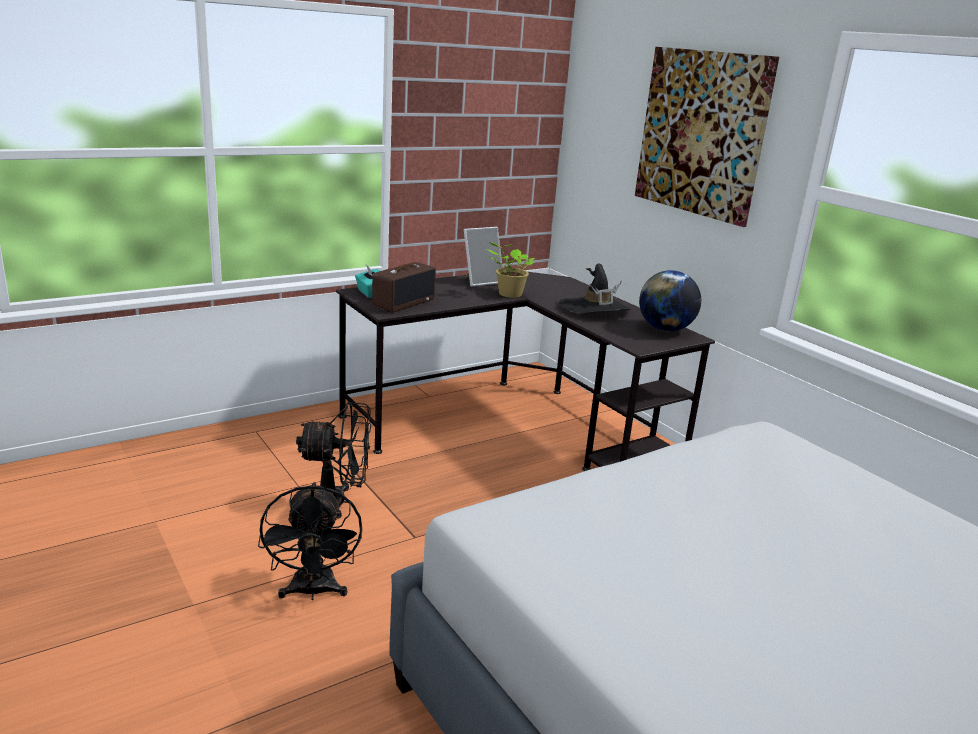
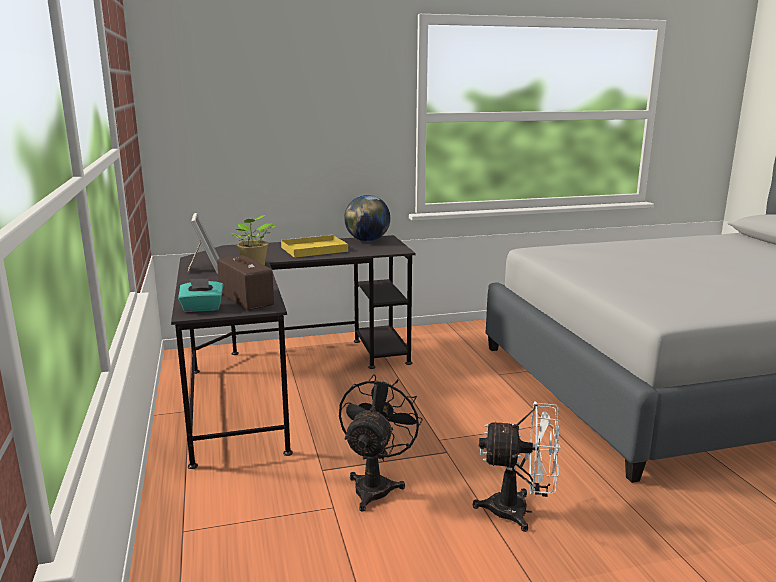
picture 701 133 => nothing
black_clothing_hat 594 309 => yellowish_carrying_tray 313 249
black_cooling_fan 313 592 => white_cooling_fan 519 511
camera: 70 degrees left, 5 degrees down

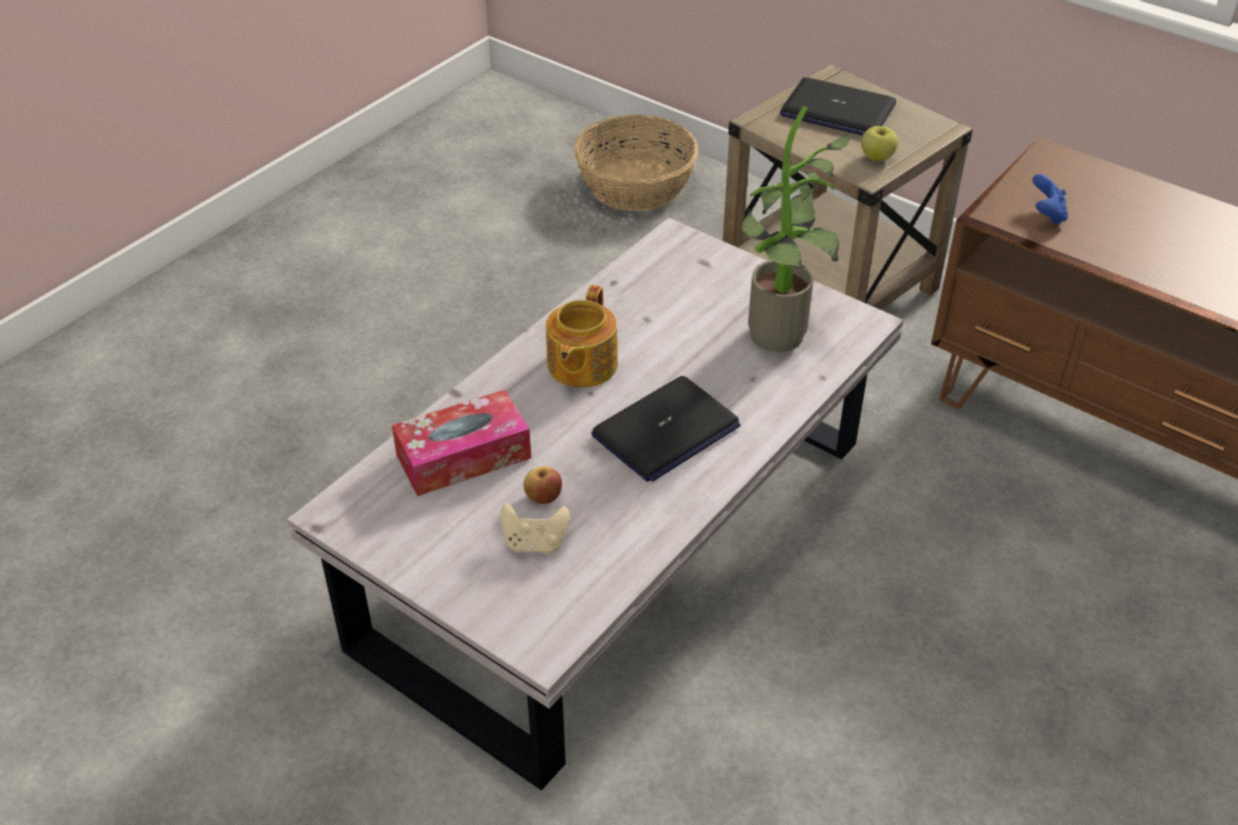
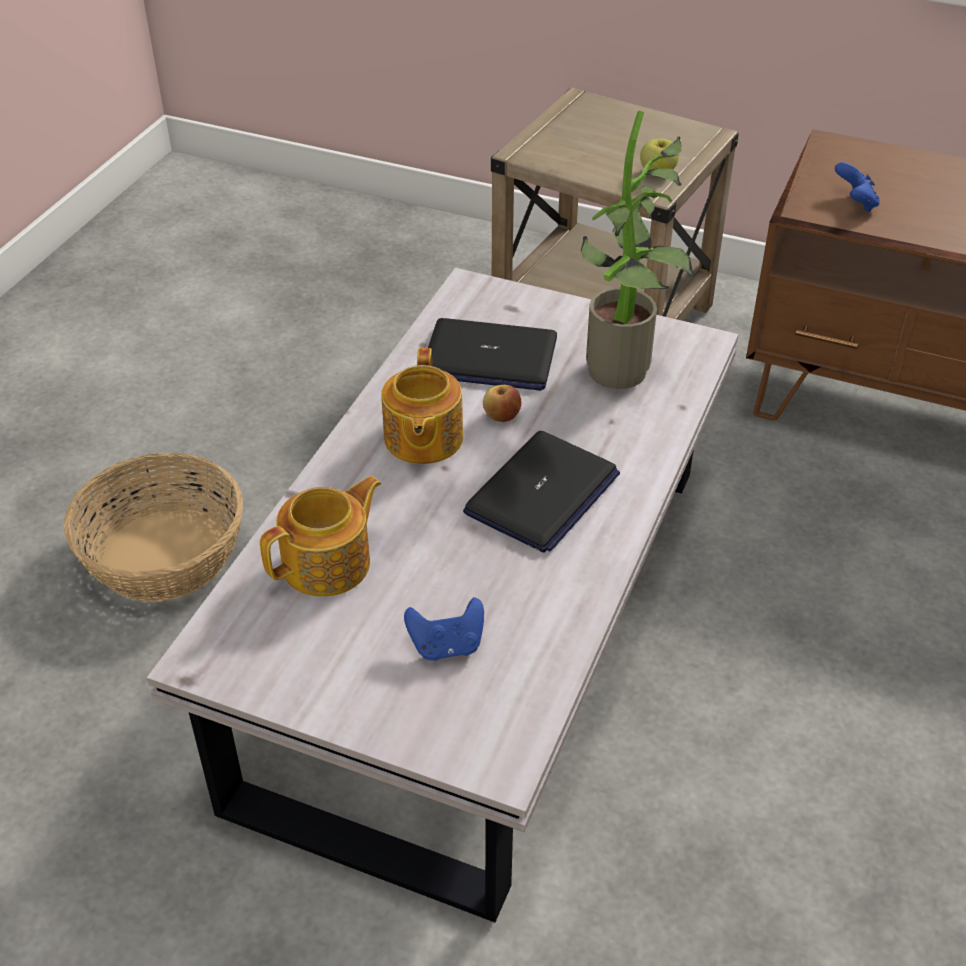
notebook_computer 837 111 => notebook_computer 489 358, move
basket 636 184 => basket 164 554, move
box_of_tissues 463 456 => tea_pot 329 564
whole_apple 543 497 => whole_apple 501 416, move
beige_game_controller 535 543 => blue_game_controller 447 646
camera: 15 degrees left, 0 degrees up

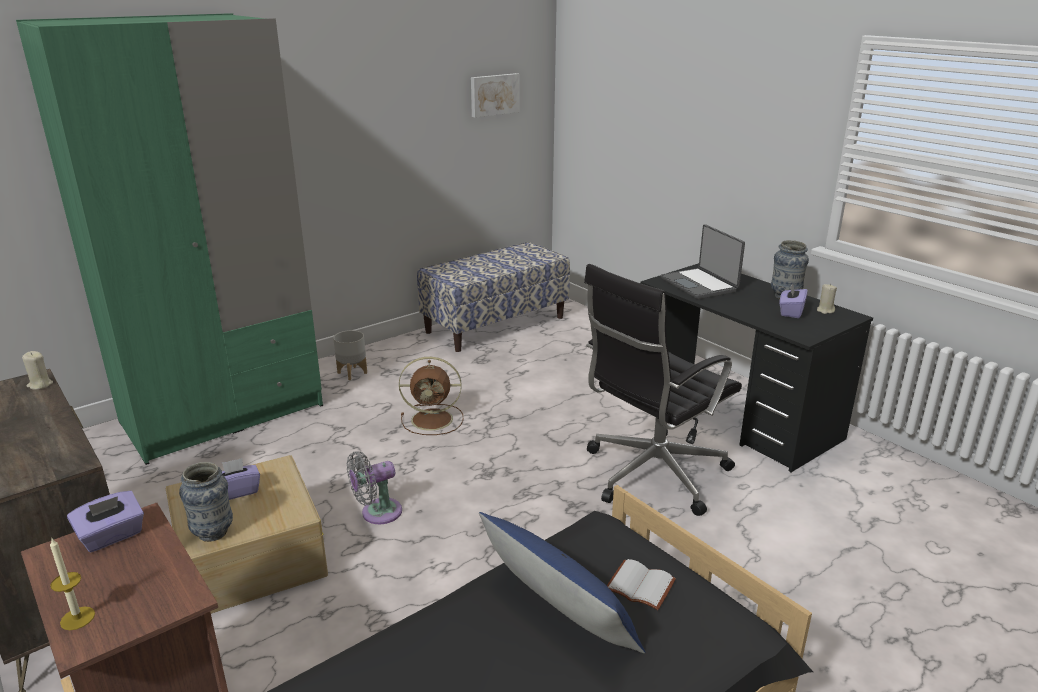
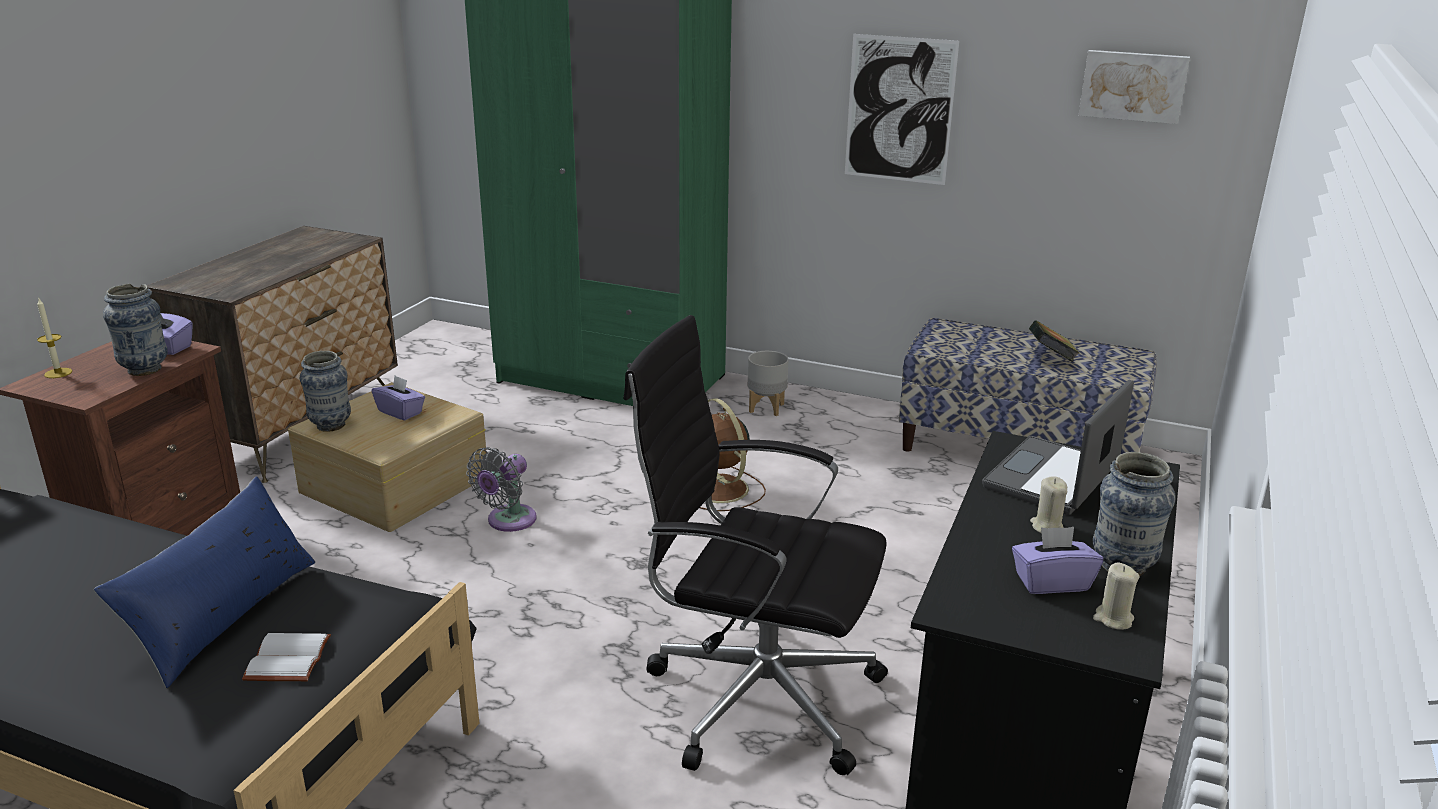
beige_wax_light 40 385 => beige_wax_light 1047 526, move
greyish_cooling_fan 377 513 => greyish_cooling_fan 508 521, 90 degrees counterclockwise
nothing => picture 899 110
nothing => flower_vase 144 369
nothing => volume 1050 358
camera: 60 degrees right, 0 degrees up

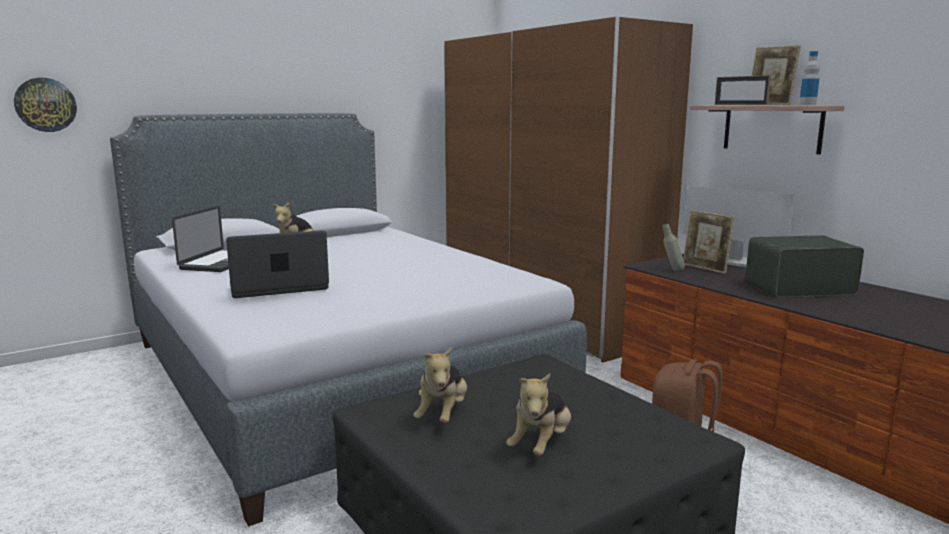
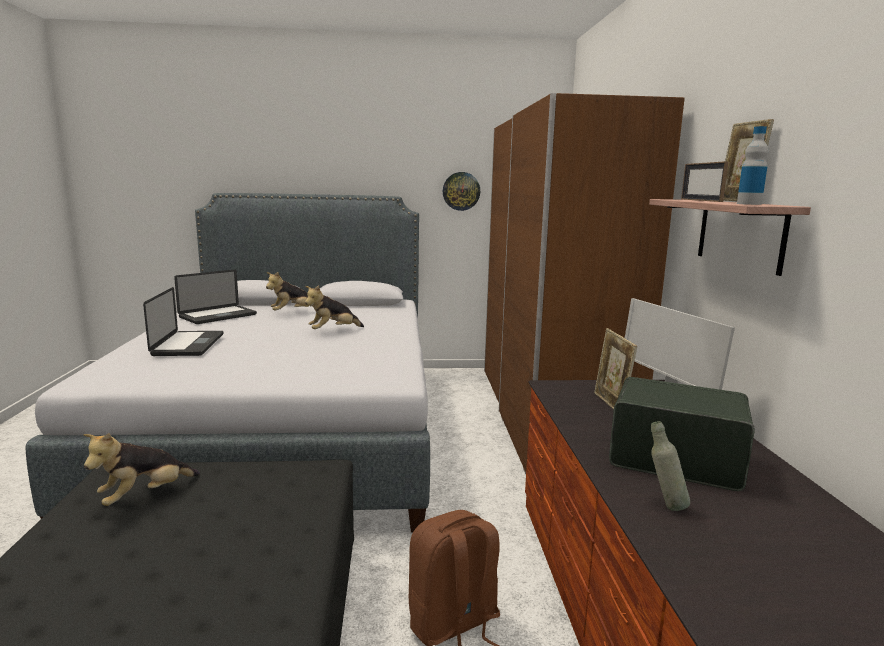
hanging_clock 45 105 => hanging_clock 461 191, move
greyish_drink_bottle 672 271 => greyish_drink_bottle 665 506, move
notebook_computer 279 287 => notebook_computer 188 345, 75 degrees clockwise
soft_toy 541 445 => soft_toy 333 331, move
camera: 30 degrees right, 0 degrees up

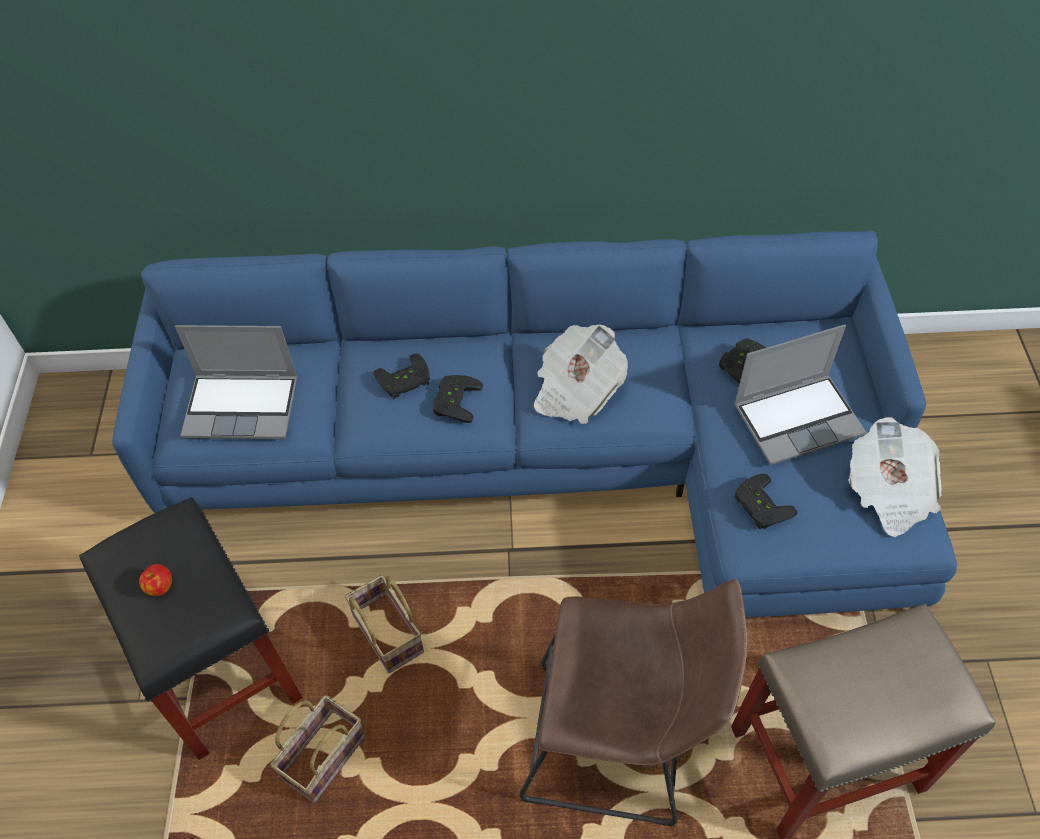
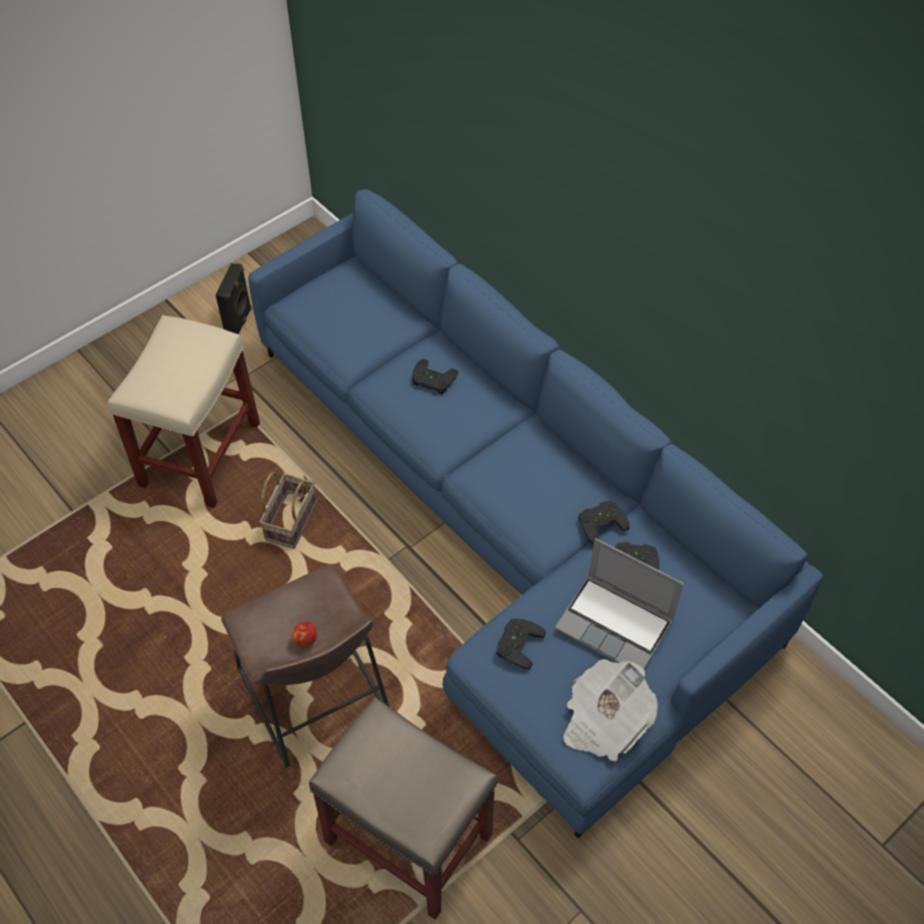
notebook_computer 243 406 => nothing
printed_paper 576 390 => nothing
black_game_controller 453 400 => black_game_controller 600 521, move
black_stool 219 667 => beige_stool 200 453
whole_apple 160 587 => whole_apple 305 639, move
basket 324 754 => nothing
nothing => black_speaker 240 323
camera: 50 degrees right, 0 degrees up

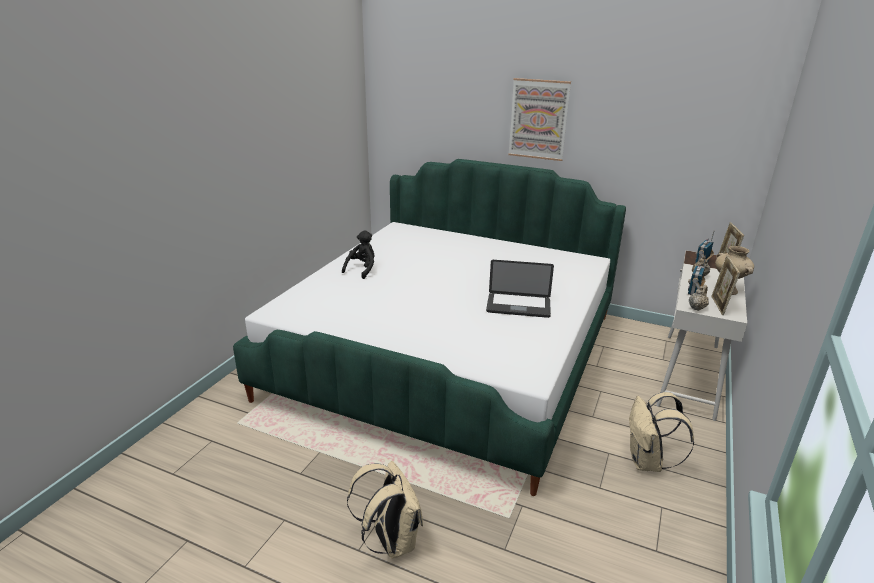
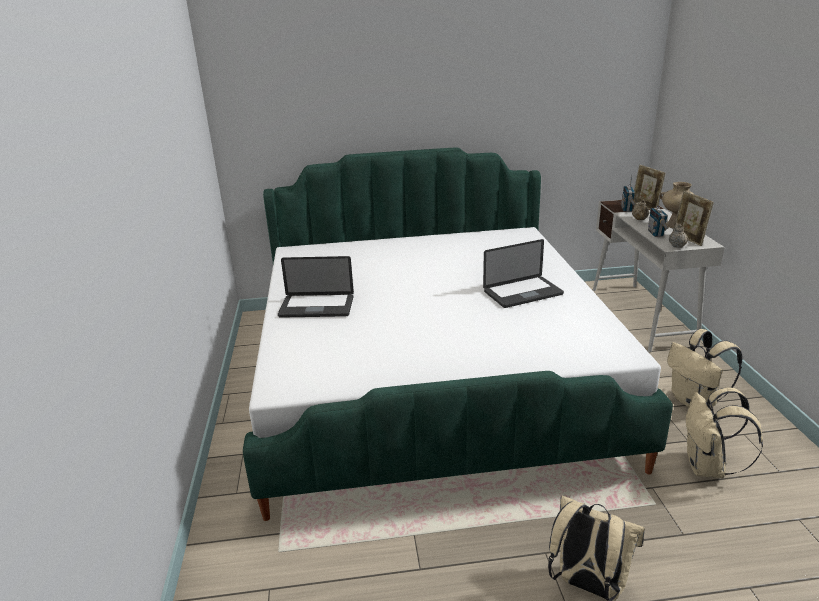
picture 538 119 => nothing
black_soft_toy 362 269 => notebook_computer 316 307
nothing => beige_knapsack 707 468
camera: 30 degrees left, 0 degrees up

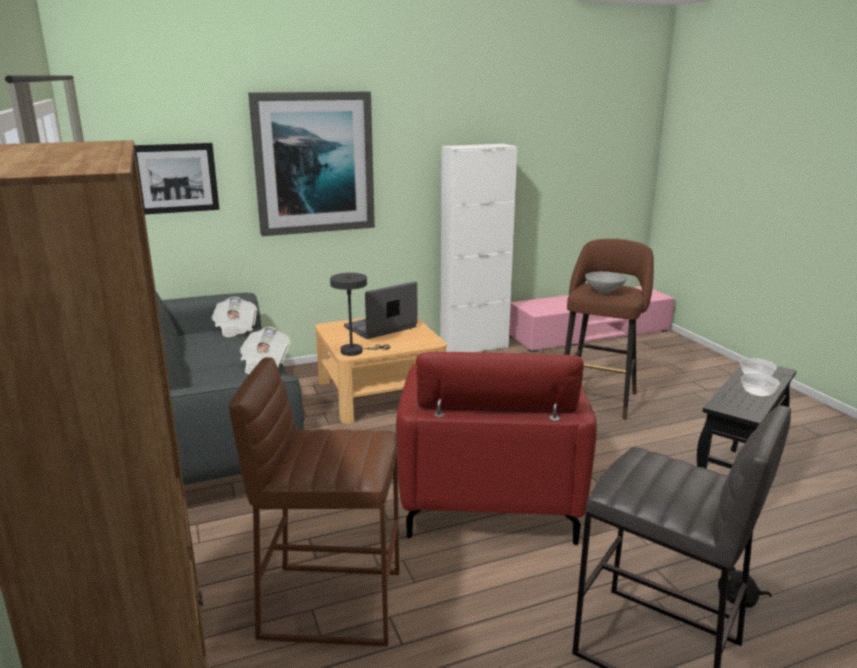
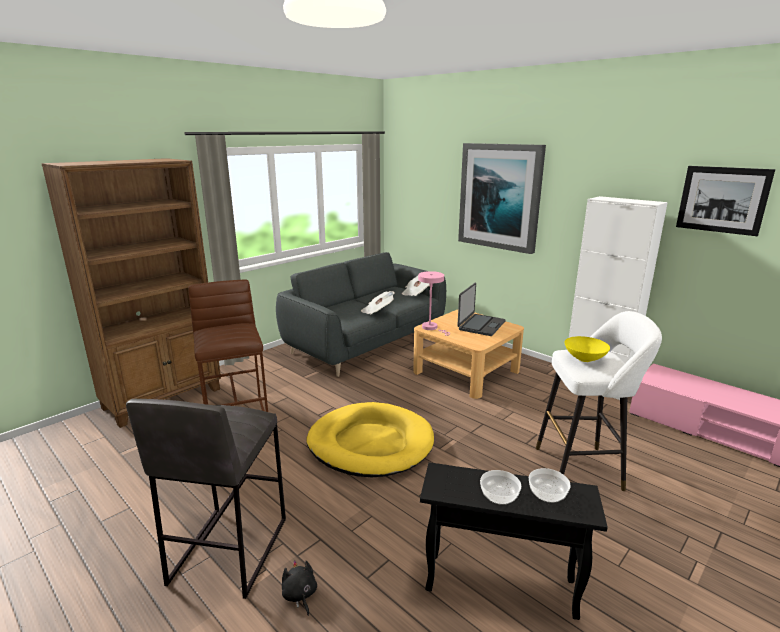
picture 175 178 => picture 722 200, move
brownish_stool 598 398 => white_stool 583 468
greyish_serving_bowl 604 291 => yellowish_serving_bowl 584 359
greyish_tabletop_lamp 355 351 => pink_tabletop_lamp 432 328
notebook_computer 381 328 => notebook_computer 481 325, 90 degrees clockwise
reddish_armchair 489 494 => yellowish_dog_bed 370 443
camera: 65 degrees right, 0 degrees up

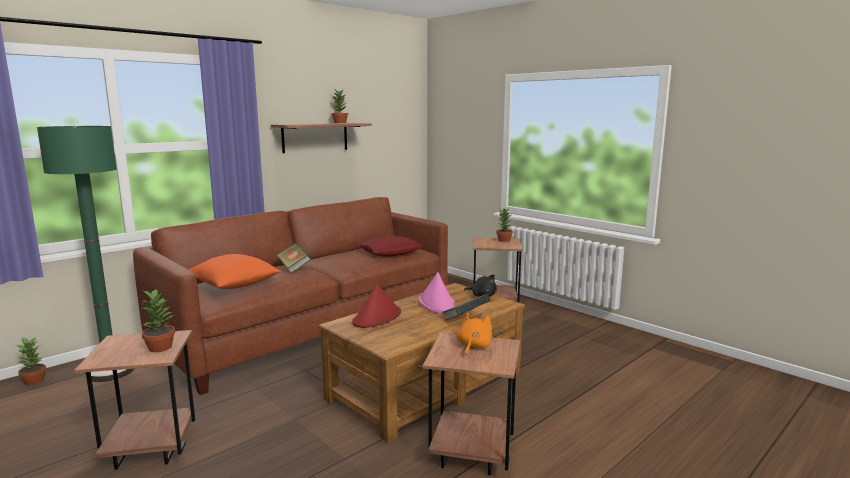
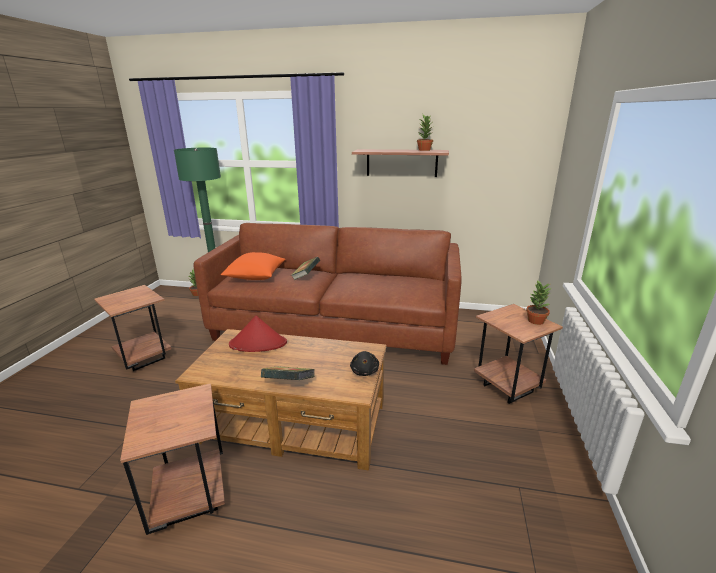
reddish_cushion 390 252 => nothing
pink_clothing_hat 437 303 => nothing
potted_plant 160 347 => nothing
orange_soft_toy 473 346 => nothing
camera: 55 degrees right, 10 degrees up

